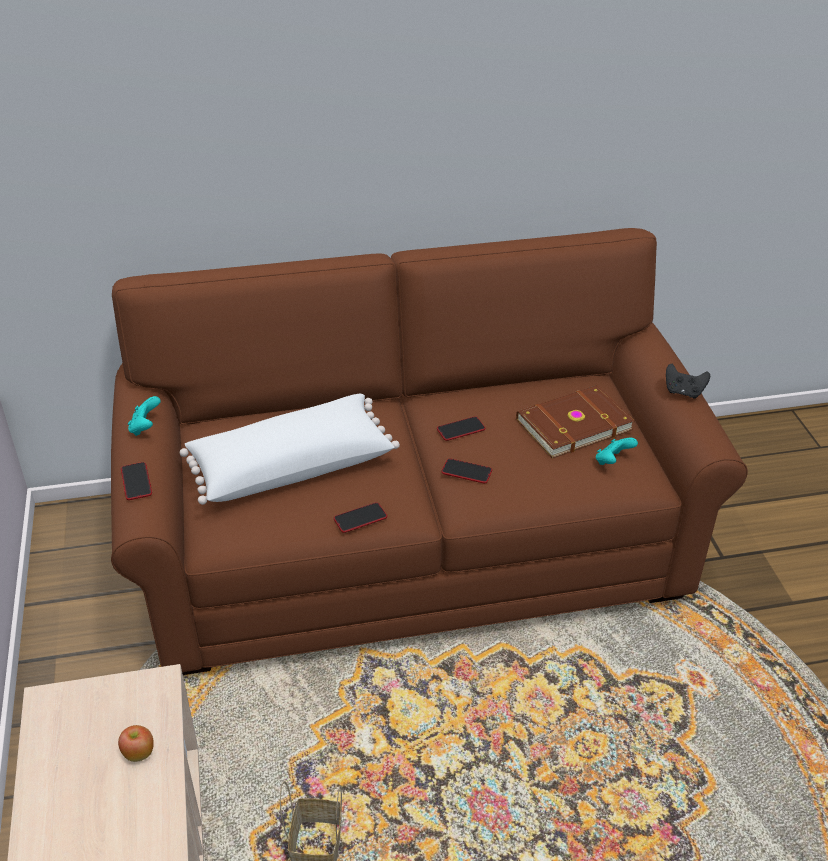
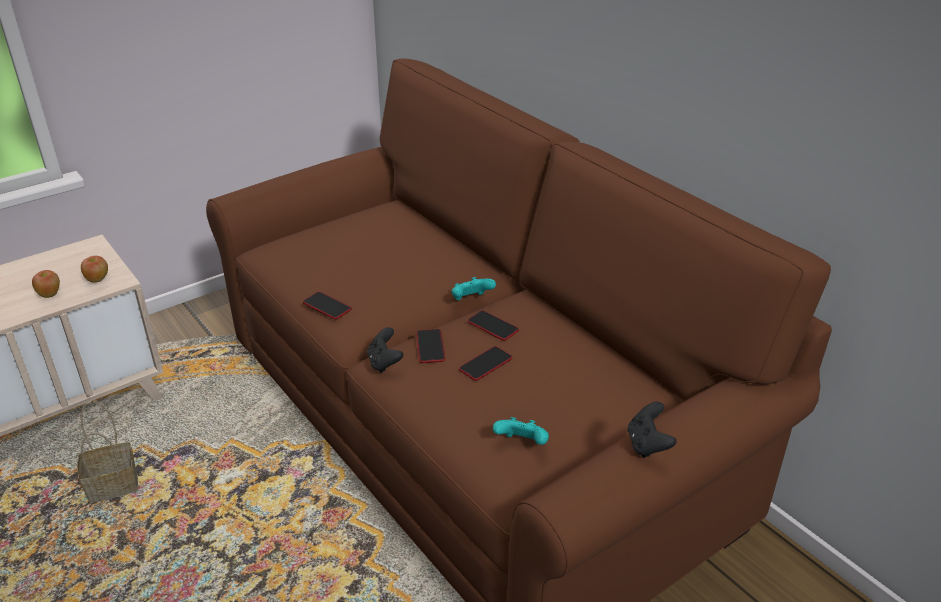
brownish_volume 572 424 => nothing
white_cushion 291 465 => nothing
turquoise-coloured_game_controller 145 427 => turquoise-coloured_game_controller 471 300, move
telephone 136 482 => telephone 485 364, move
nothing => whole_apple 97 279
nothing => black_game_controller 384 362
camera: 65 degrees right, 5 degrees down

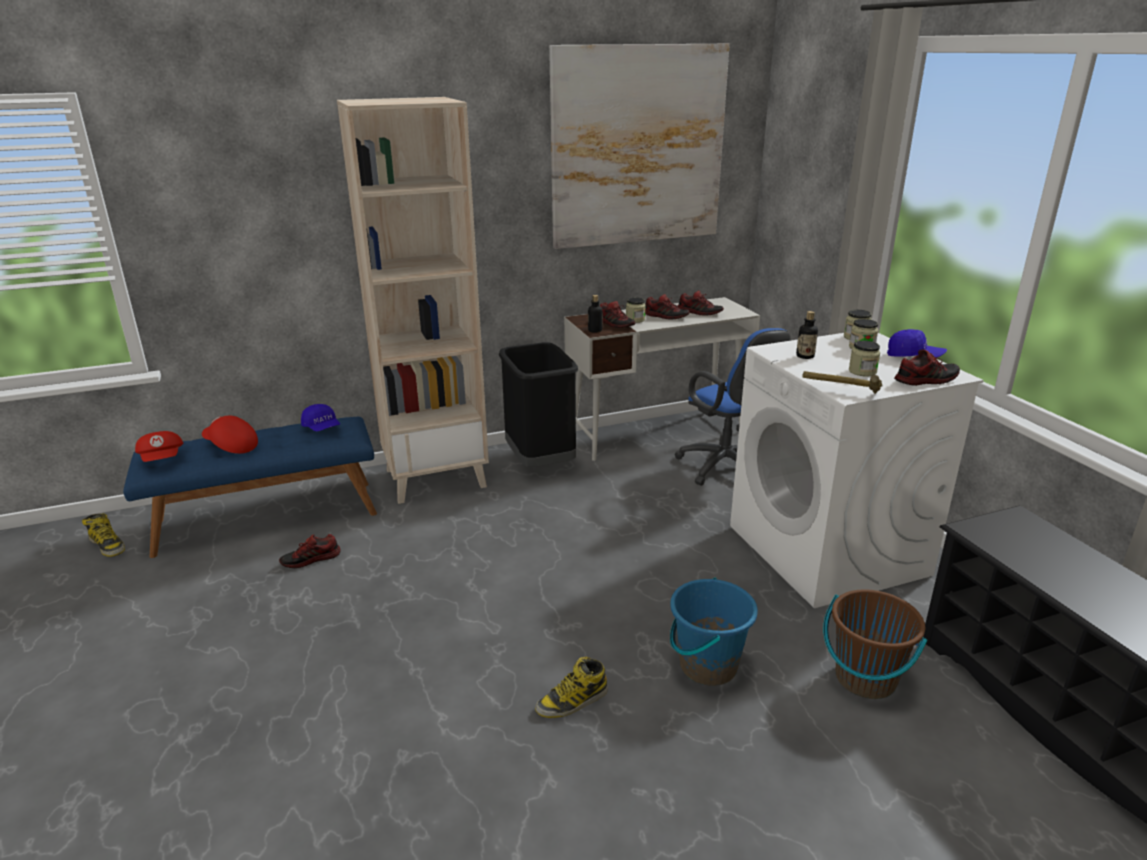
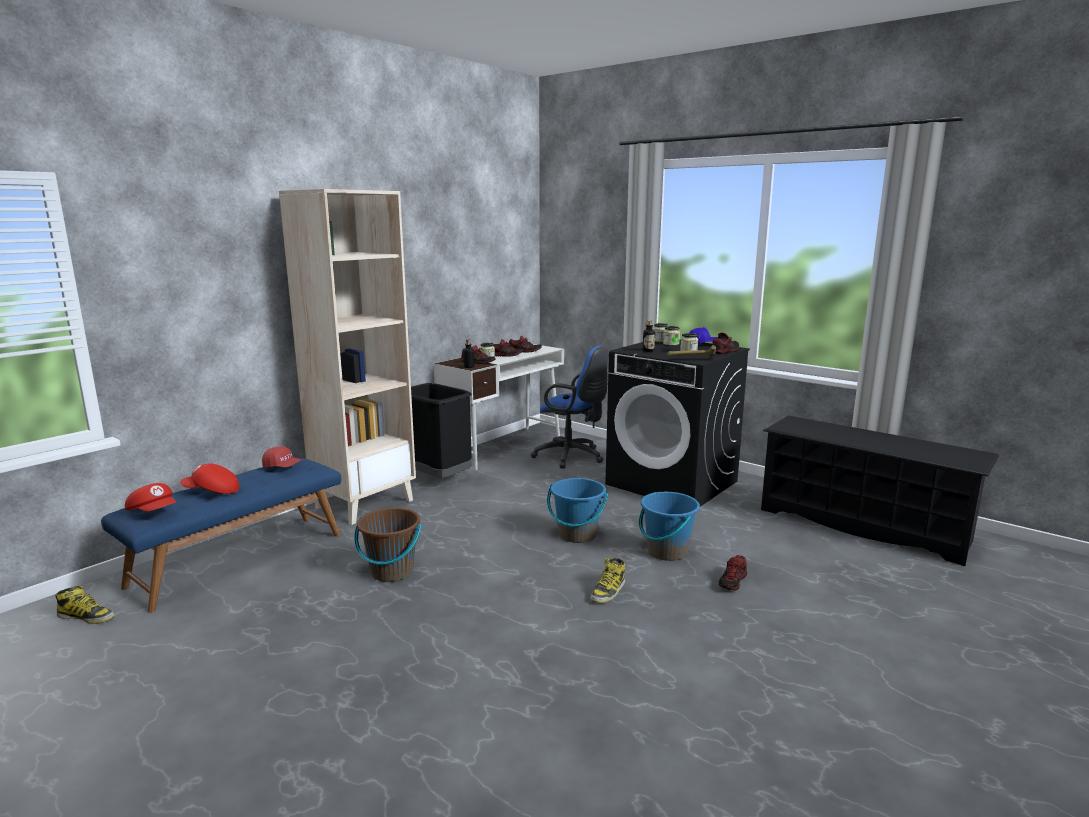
picture 638 147 => nothing
white_washing_machine 828 550 => black_washing_machine 673 483
blue_baseball_cap 322 427 => reddish_baseball_cap 283 467
low_shoe 311 560 => low_shoe 733 581, move
brownish_pail 865 679 => brownish_pail 392 572, move
nothing => blue_pail 577 535
camera: 30 degrees left, 10 degrees down

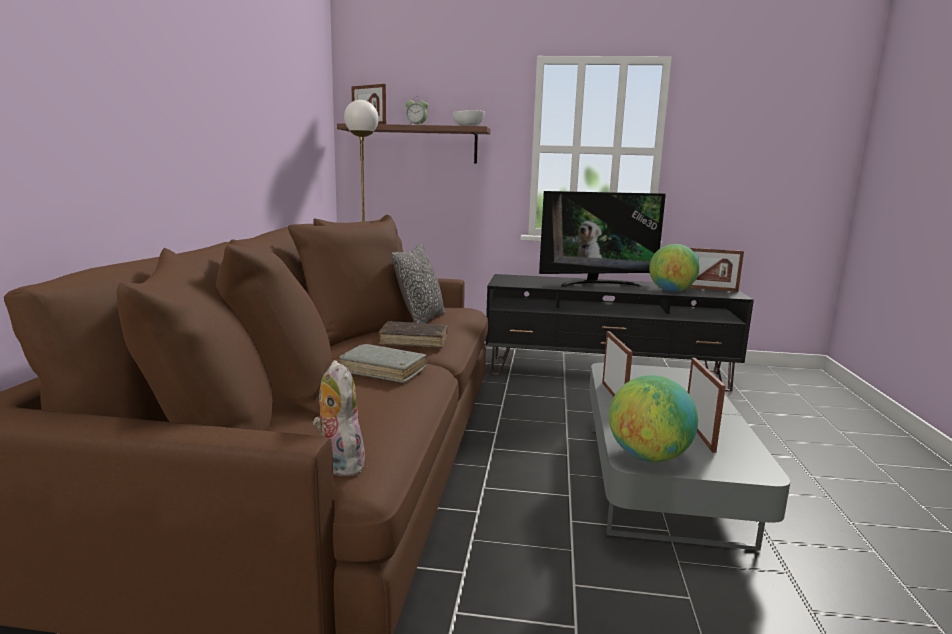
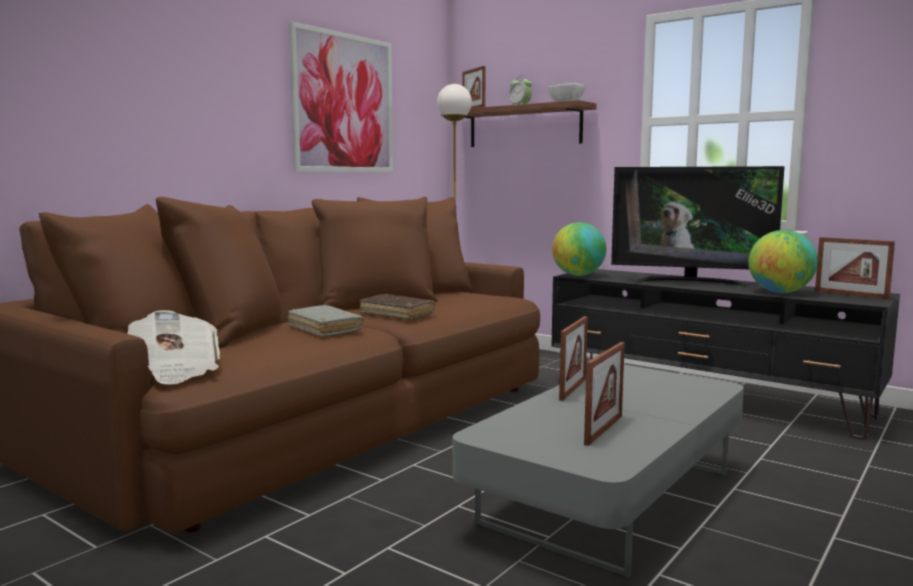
cushion 420 321 => nothing
soft_toy 338 464 => printed_paper 174 371
world_globe 648 457 => world_globe 578 275, move
nothing => picture 344 103
camera: 30 degrees right, 5 degrees down

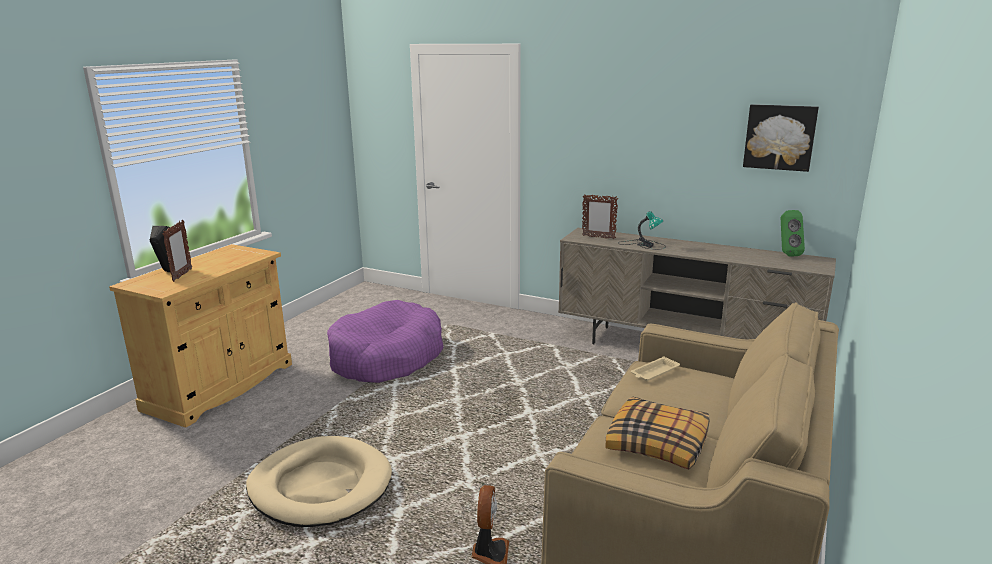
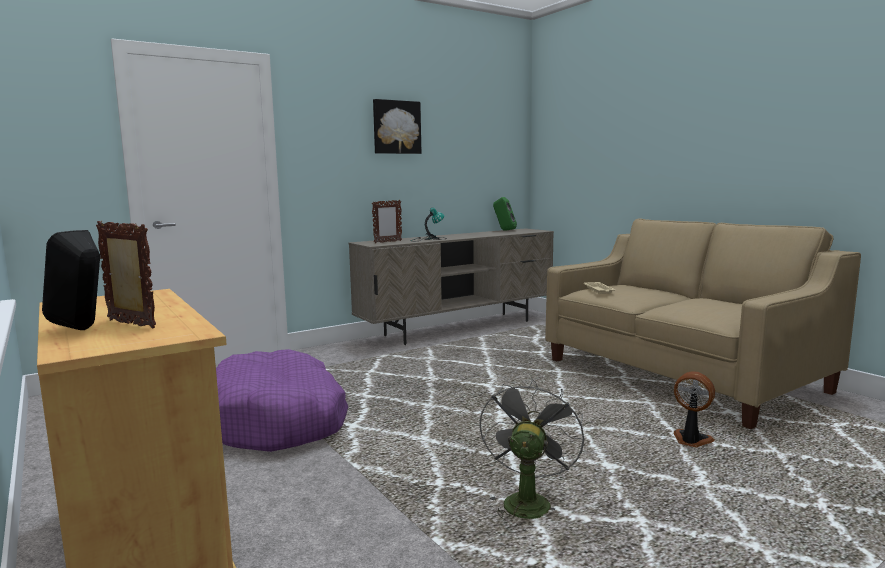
picture 779 137 => picture 396 127, move
cushion 658 443 => nothing
beige_dog_bed 320 486 => greyish_cooling_fan 526 500
camera: 60 degrees left, 10 degrees down

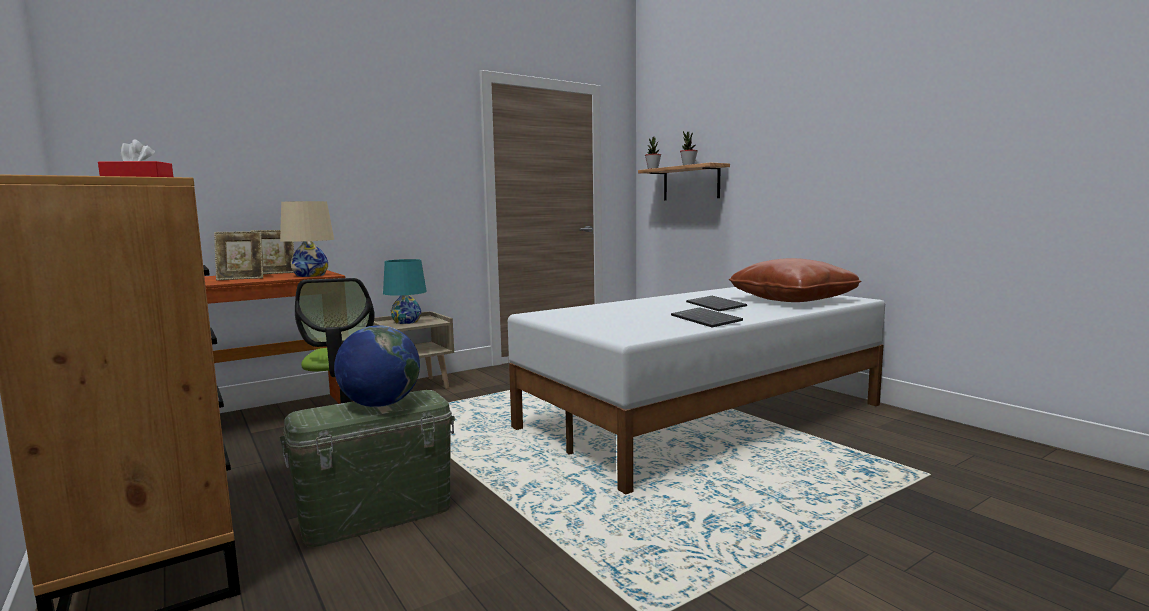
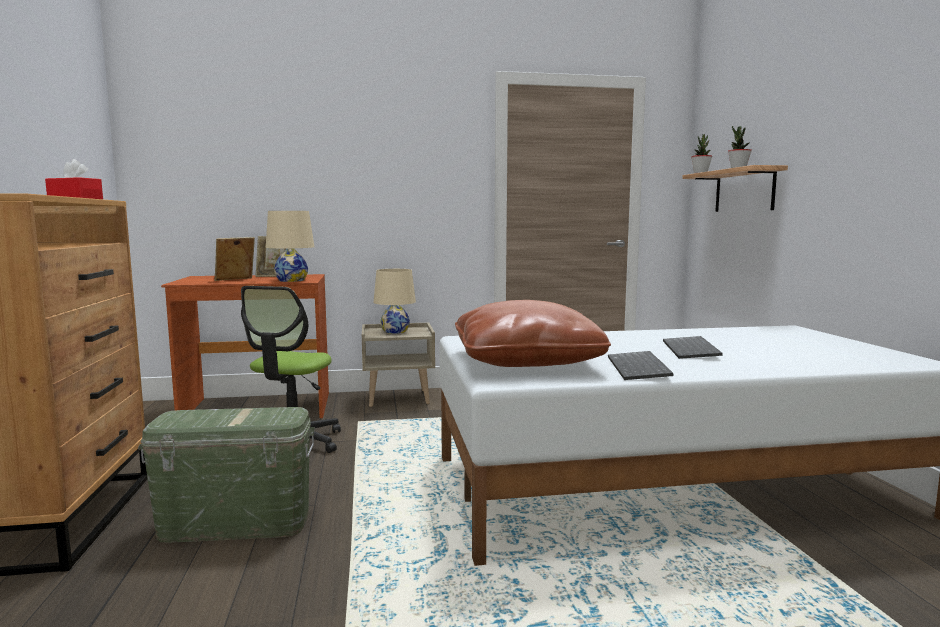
standing_frame 241 278 => standing_frame 235 280, 135 degrees clockwise
brownish_cushion 792 300 => brownish_cushion 526 361, move
turquoise-coloured_tabletop_lamp 406 322 => beige_tabletop_lamp 395 331
world_globe 380 405 => nothing
camera: 25 degrees right, 0 degrees up

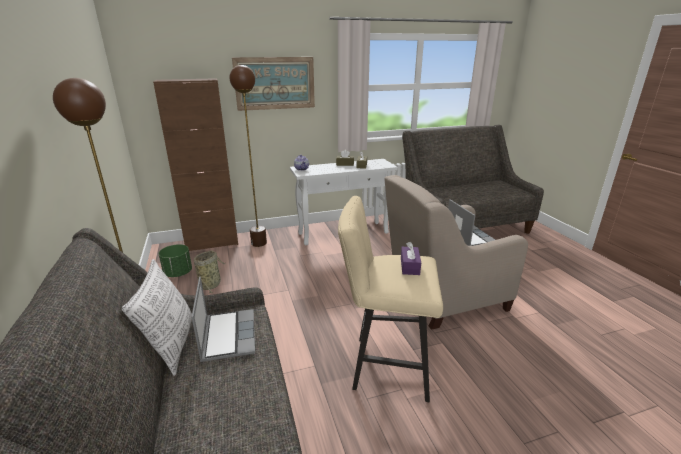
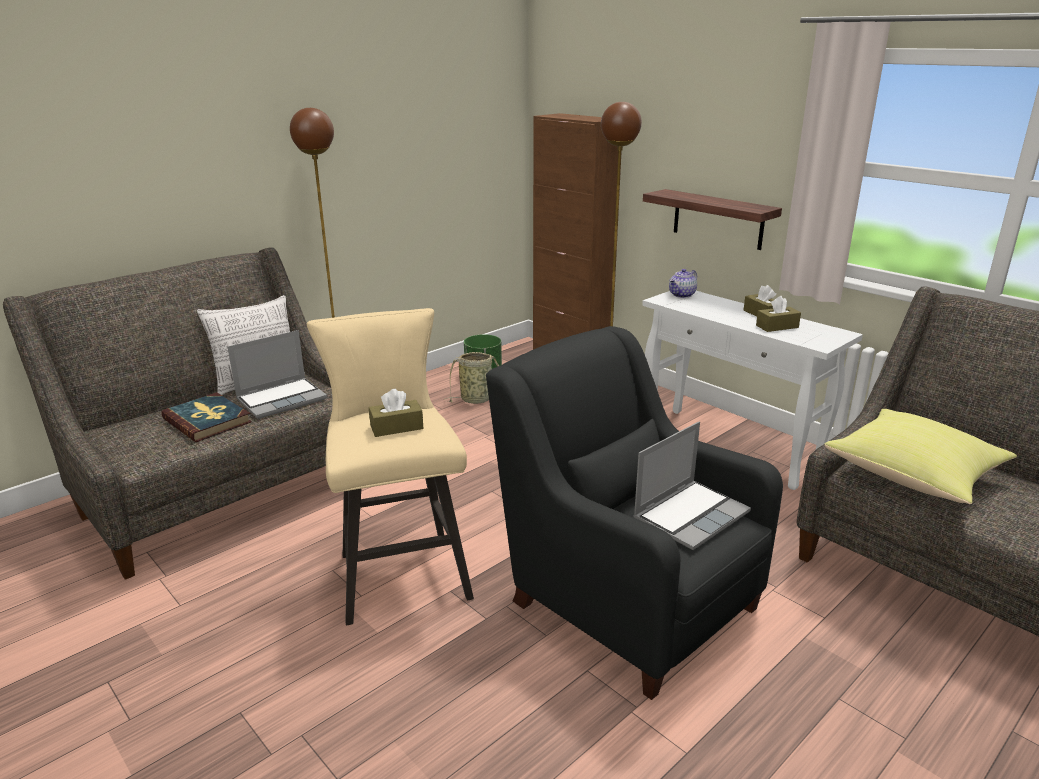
picture 275 83 => nothing
beige_armchair 443 296 => black_armchair 626 599
purplish_box_of_tissues 410 266 => brownish_box_of_tissues 396 427
nothing => wall_shelf 718 219
nothing => volume 208 420
nothing => yellowish_cushion 915 476
camera: 65 degrees right, 0 degrees up

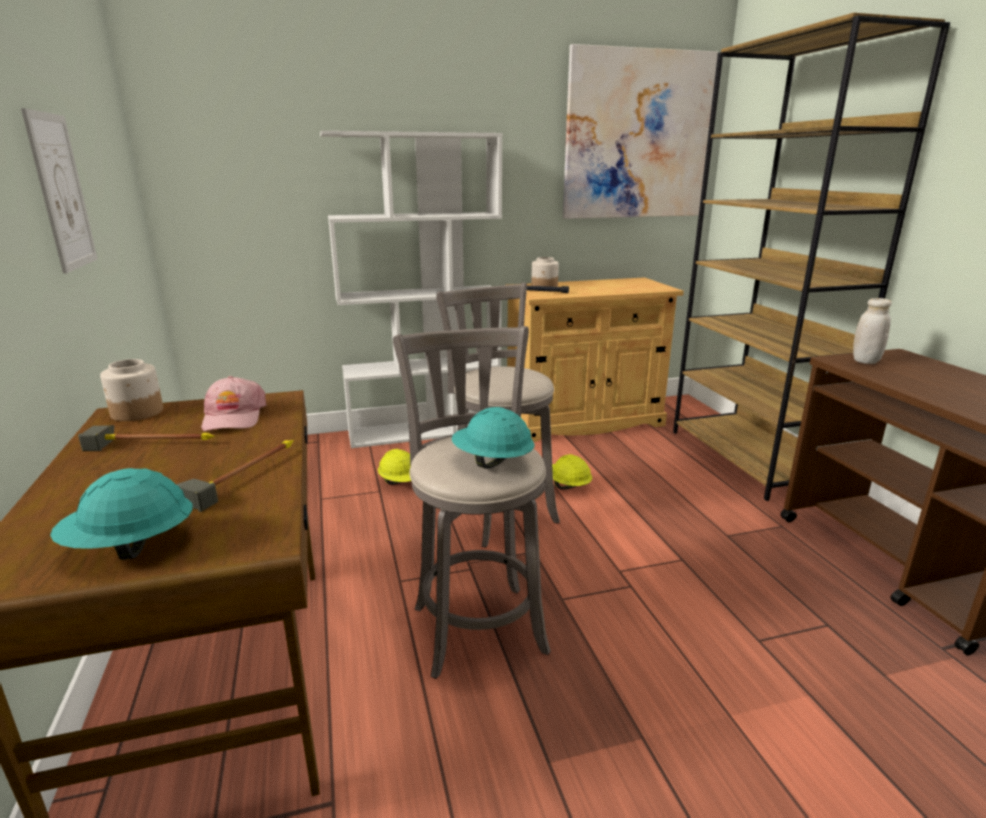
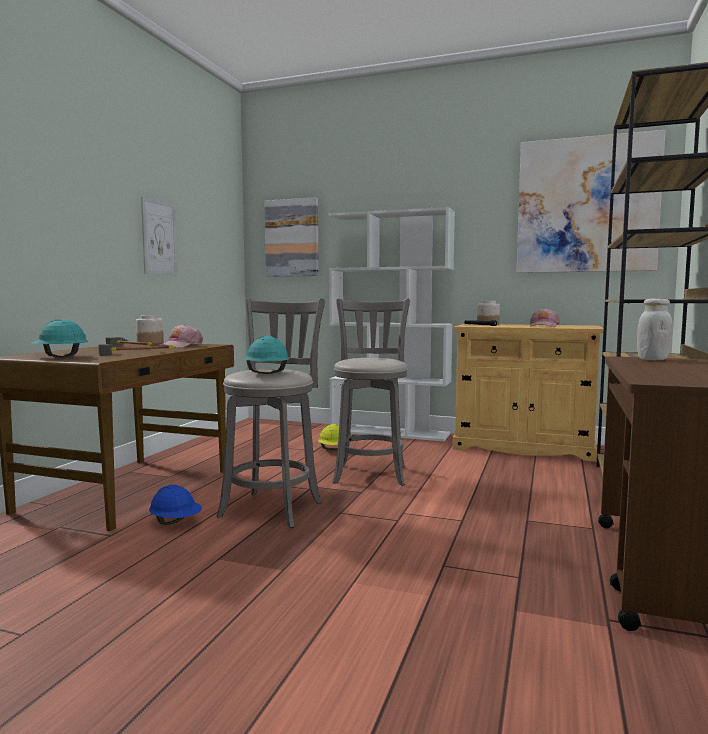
yellowish_work_helmet 568 486 => nothing
nothing => picture 292 238
nothing => pink_baseball_cap 543 326
nothing => blue_work_helmet 176 522
camera: 35 degrees right, 15 degrees down

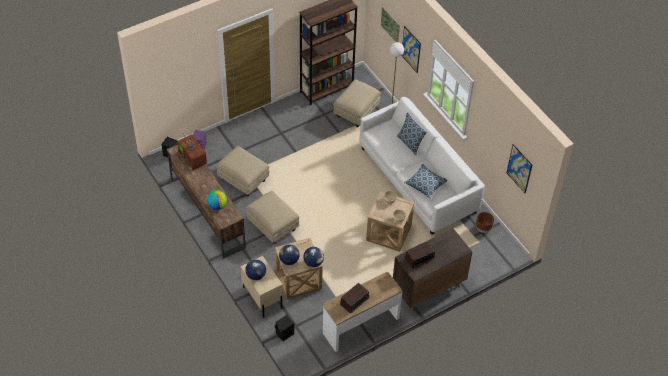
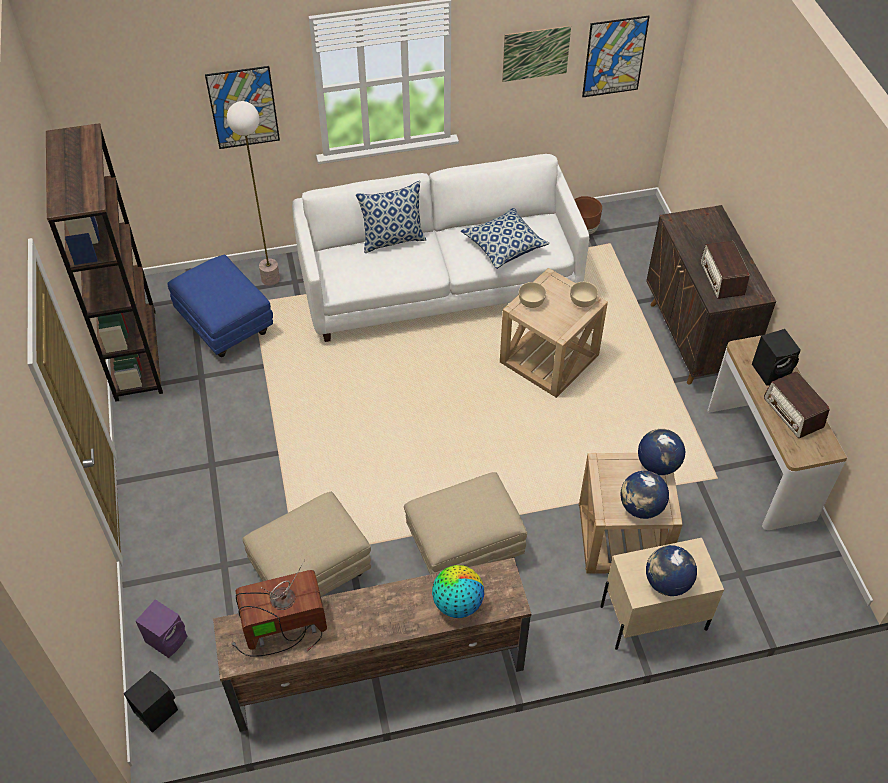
picture 390 25 => picture 536 53, move
beige_ottoman 356 112 => blue_ottoman 226 325
black_speaker 285 334 => black_speaker 772 371, move
camera: 70 degrees left, 0 degrees up

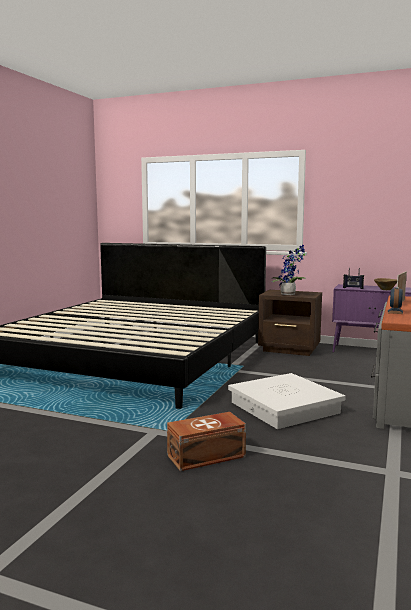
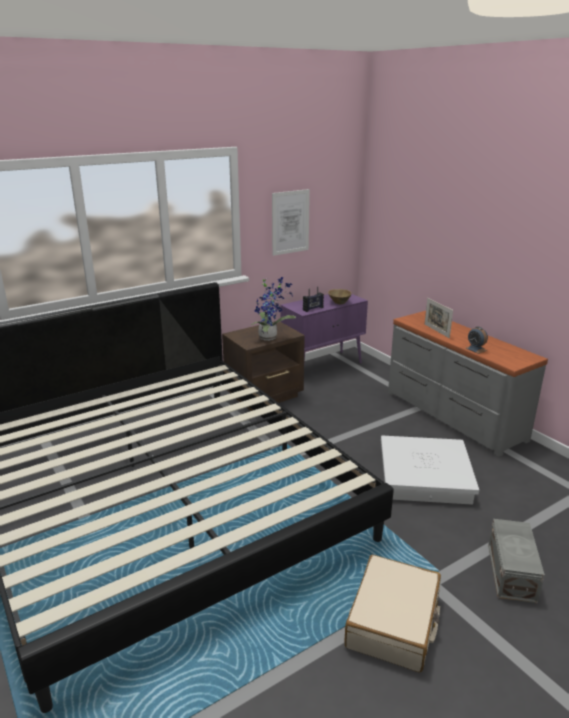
brownish_storage_box 207 456 => greyish_storage_box 512 572
nothing => picture 290 222
nothing => beige_suitcase 393 622
camera: 55 degrees left, 15 degrees up

